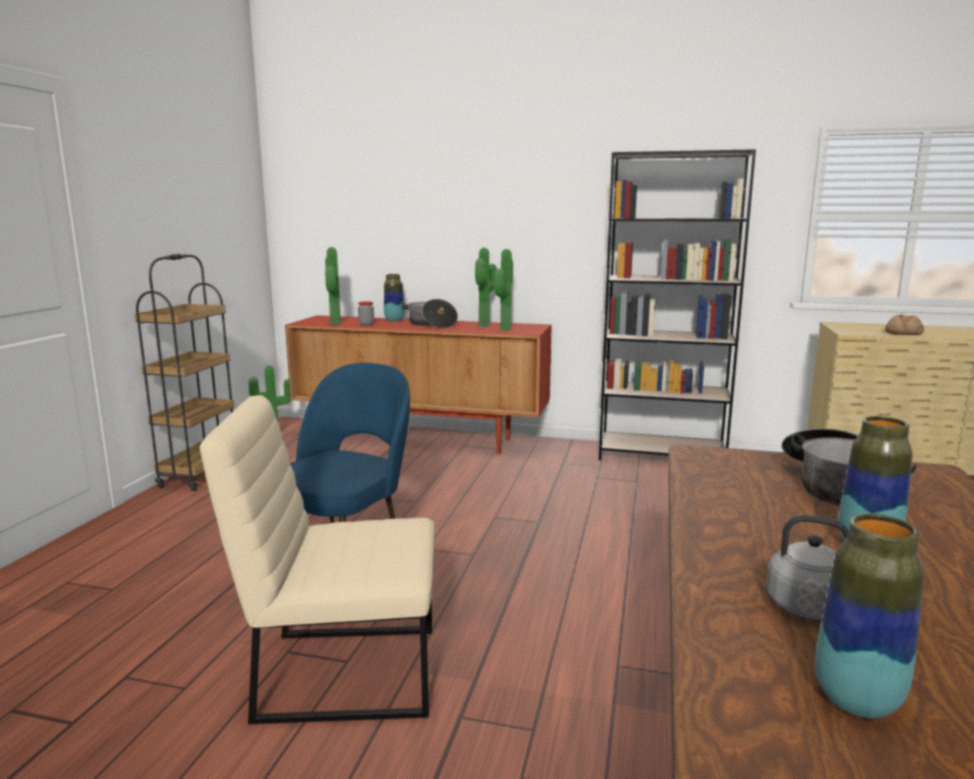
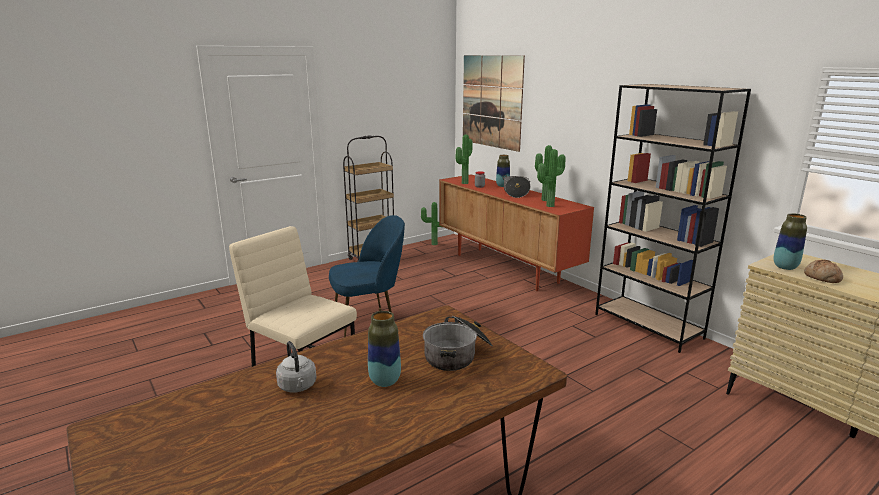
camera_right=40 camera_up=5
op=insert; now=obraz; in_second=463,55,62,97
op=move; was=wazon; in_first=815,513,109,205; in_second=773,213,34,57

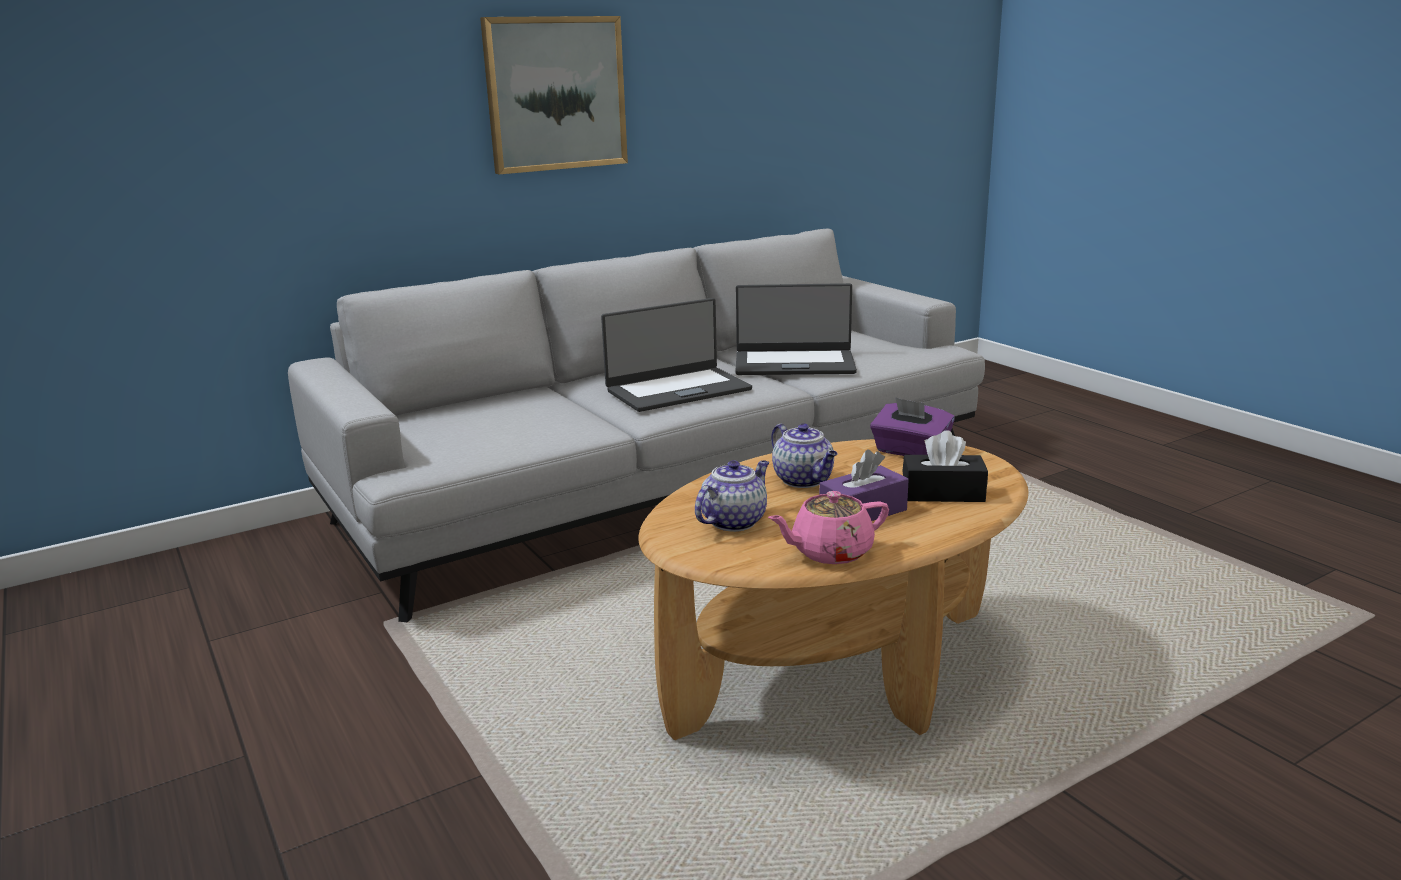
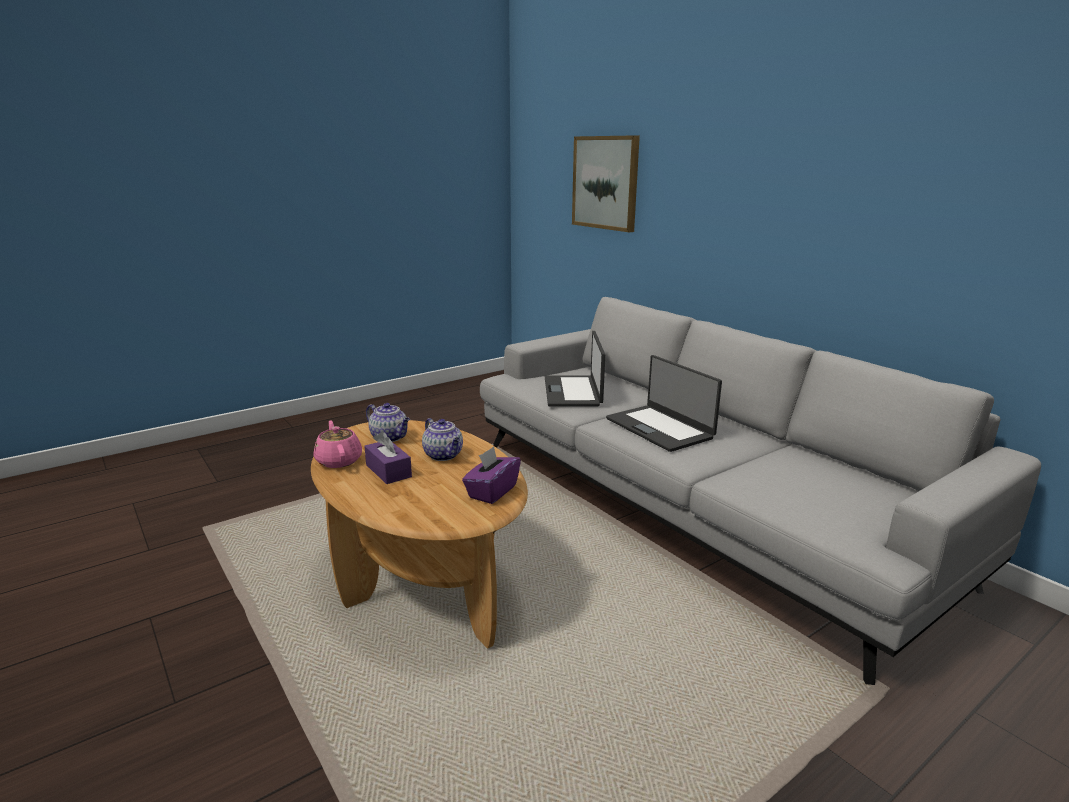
camera_right=85 camera_up=0
op=delete; was=pudełko chusteczek [czarny]; in_first=902,430,86,72
op=move; was=obraz; in_first=480,16,148,158; in_second=572,135,68,97
op=move; was=laptop; in_first=736,283,121,92; in_second=544,331,61,76
op=rotate; was=imbryk; in_first=771,423,67,65; in_second=422,418,41,43; clockwise=-90

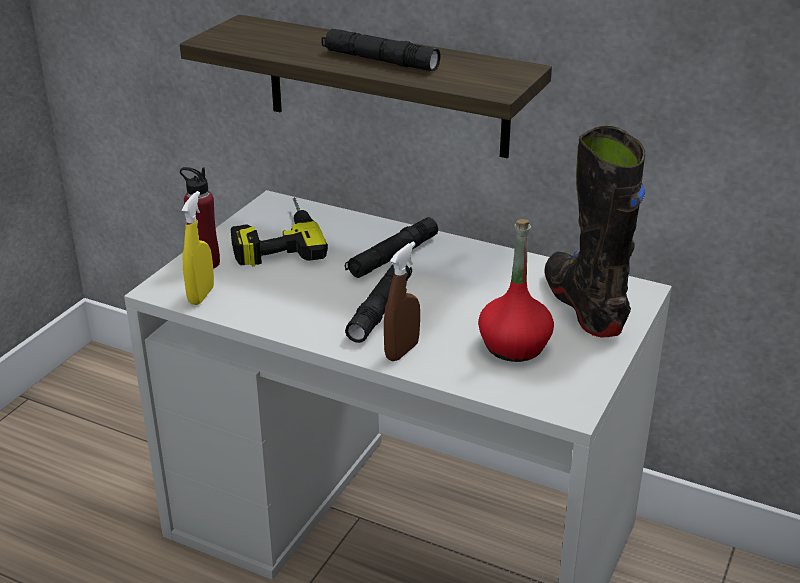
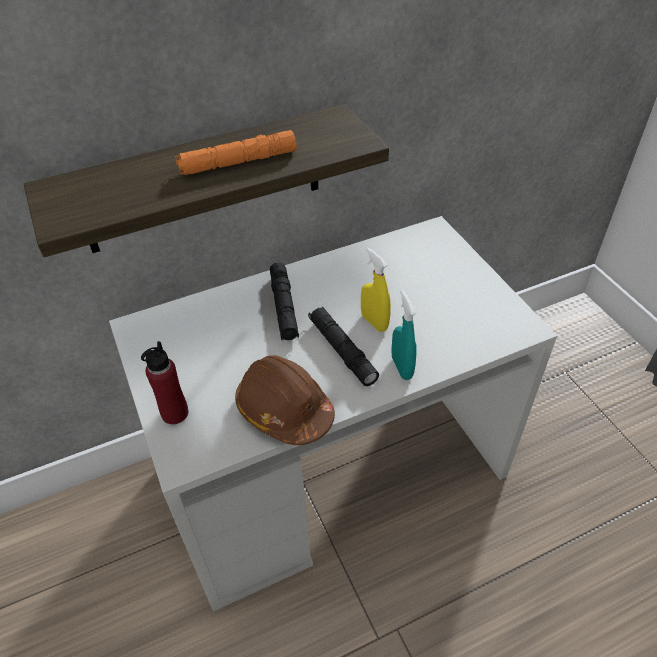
camera_right=-50 camera_up=15
op=delete; was=wiertarka; in_first=231,197,97,70
op=delete; was=butelka [czerwony]; in_first=478,219,76,143
op=delete; was=but z cholewką [czarny]; in_first=545,126,100,211
op=insert; now=kask [brązowy]; in_second=235,355,100,90
op=move; was=spryskiwacz [żółty]; in_first=182,191,32,114; in_second=361,248,30,84
op=recolor; was=latarka [czarny]; now=latarka [pomarańczowy]; in_first=321,29,119,42; in_second=175,130,122,45
op=recolor; was=spryskiwacz [brązowy]; now=spryskiwacz [turkusowy]; in_first=384,242,36,119; in_second=392,290,24,90

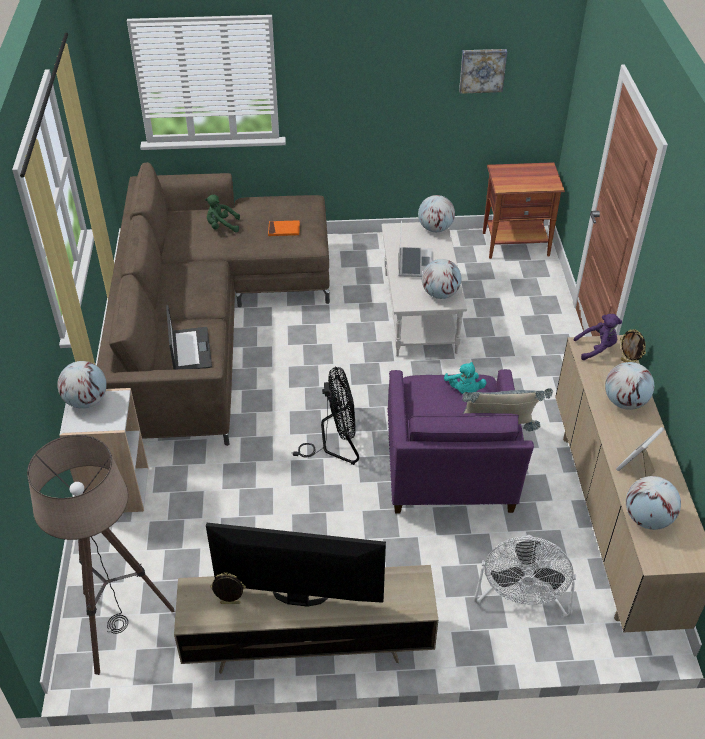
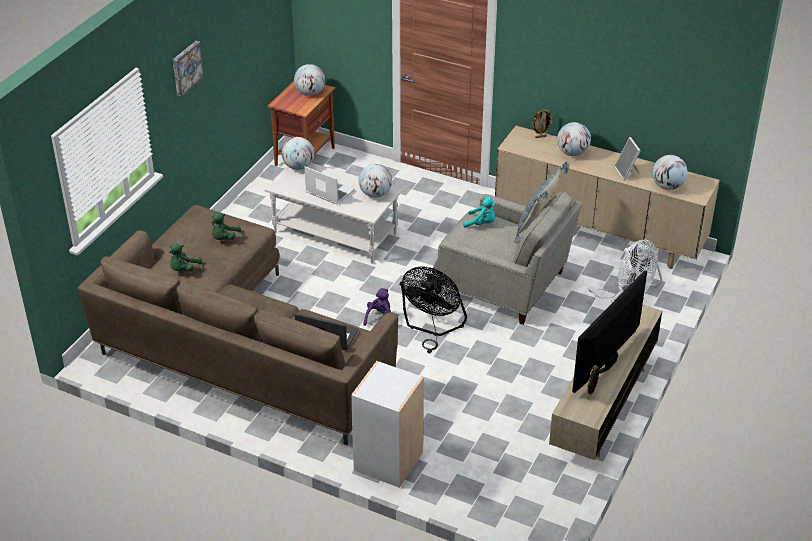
camera_right=-60 camera_up=-5
op=delete; was=lampa stojąca; in_first=27,435,148,240
op=move; was=globus; in_first=57,361,50,48; in_second=294,64,31,32
op=move; was=obraz; in_first=459,49,48,45; in_second=173,41,31,56
op=move; was=pluszak [fioletowy]; in_first=574,314,48,46; in_second=363,288,28,38
op=replace; was=książka [pomarańczowy]; now=pluszak [zielony]; in_first=268,220,32,16; in_second=212,213,29,27
op=recolor; was=fotel [fioletowy]; now=fotel [szary]; in_first=387,369,147,145; in_second=433,191,149,134

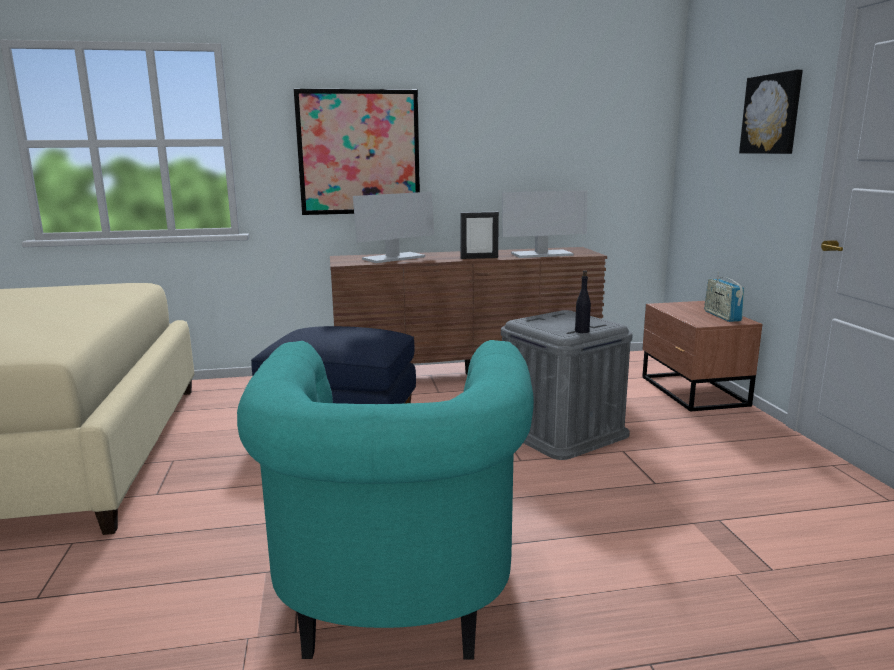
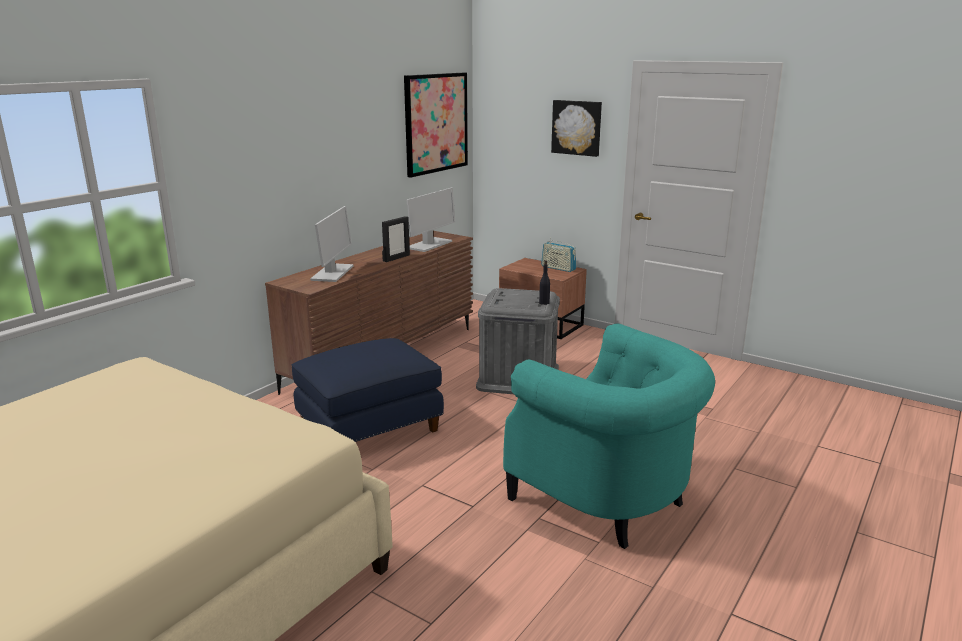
camera_right=-45 camera_up=5
op=move; was=obraz; in_first=294,89,126,126; in_second=404,73,64,105

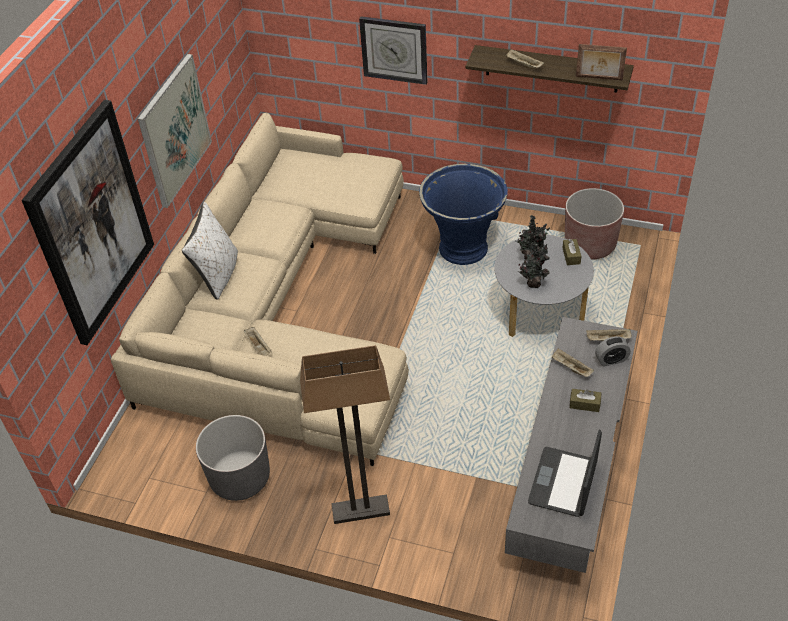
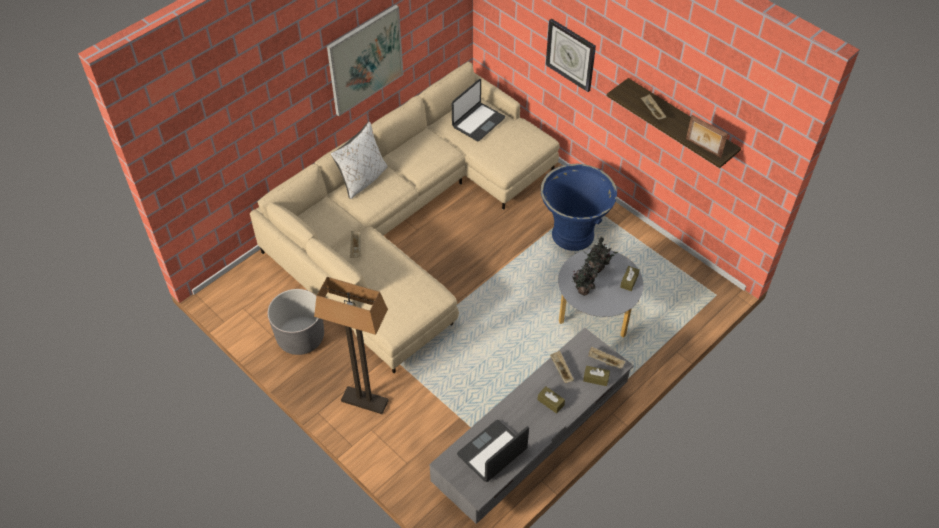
camera_right=25 camera_up=5
op=delete; was=obraz; in_first=22,100,132,245
op=delete; was=donica [brązowy]; in_first=565,188,59,72
op=insert; now=laptop; in_second=452,79,53,62
op=replace; was=budzik; now=pudełko chusteczek [brązowy]; in_first=595,336,36,30; in_second=583,366,27,20

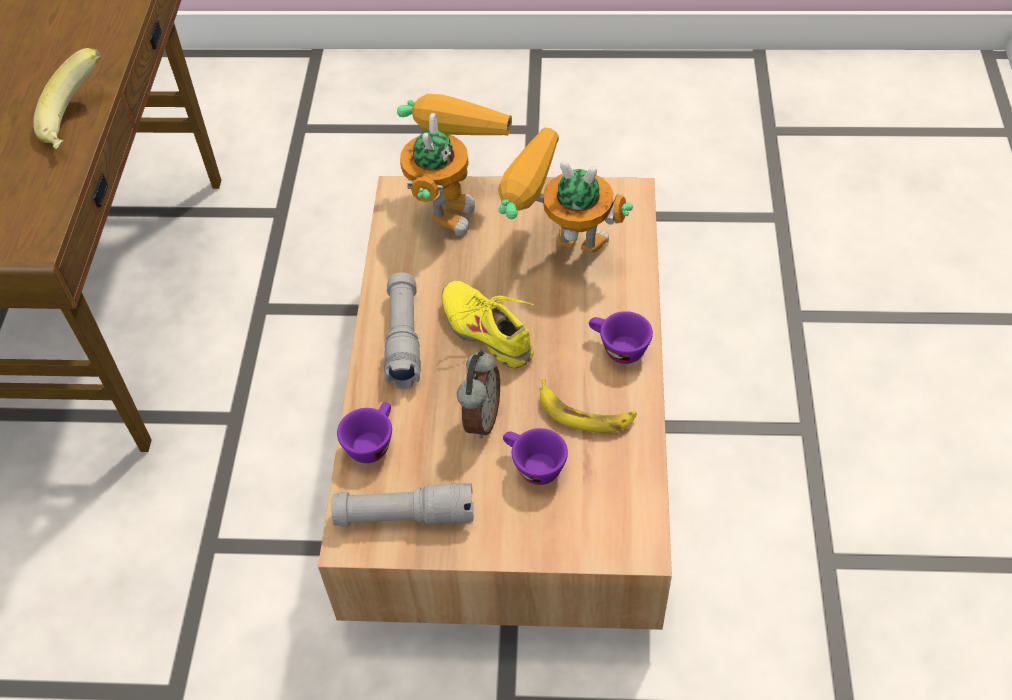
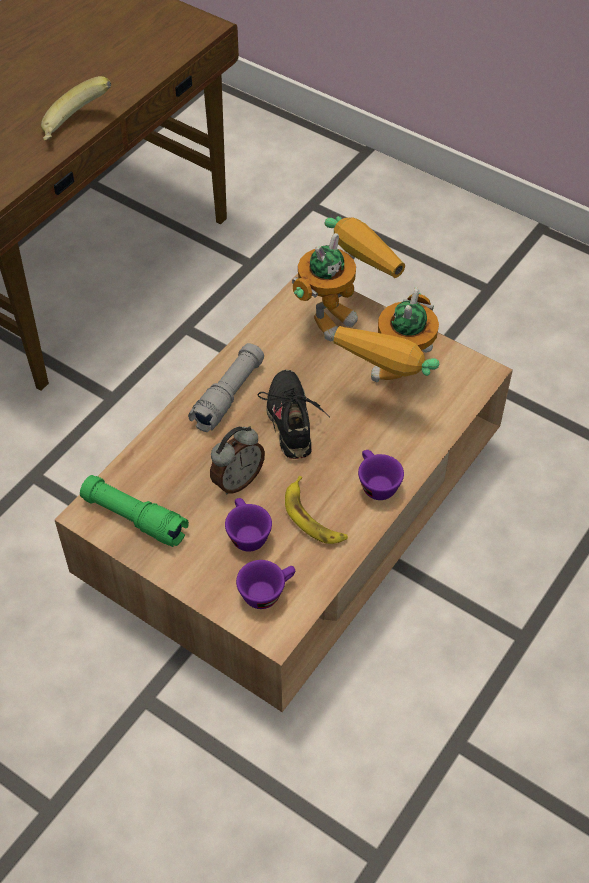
camera_right=30 camera_up=0
op=move; was=filiżanka [fioletowy]; in_first=337,402,55,61; in_second=236,560,59,49
op=recolor; was=latarka [szary]; now=latarka [zielony]; in_first=331,483,143,44; in_second=80,475,109,72
op=recolor; was=but [żółty]; now=but [czarny]; in_first=442,280,92,88; in_second=257,370,73,89
op=rotate; was=robot zabawkowy; in_first=498,128,135,125; in_second=333,287,106,95; clockwise=-120

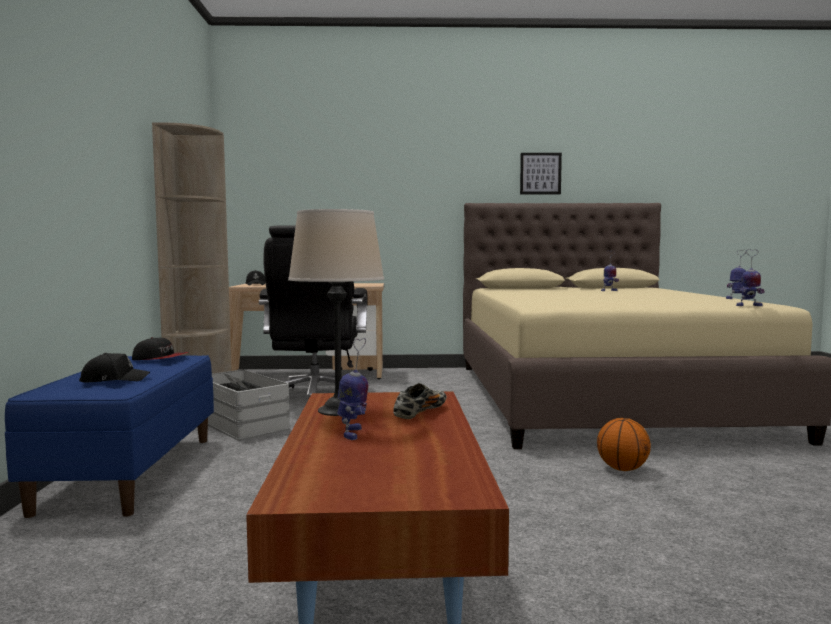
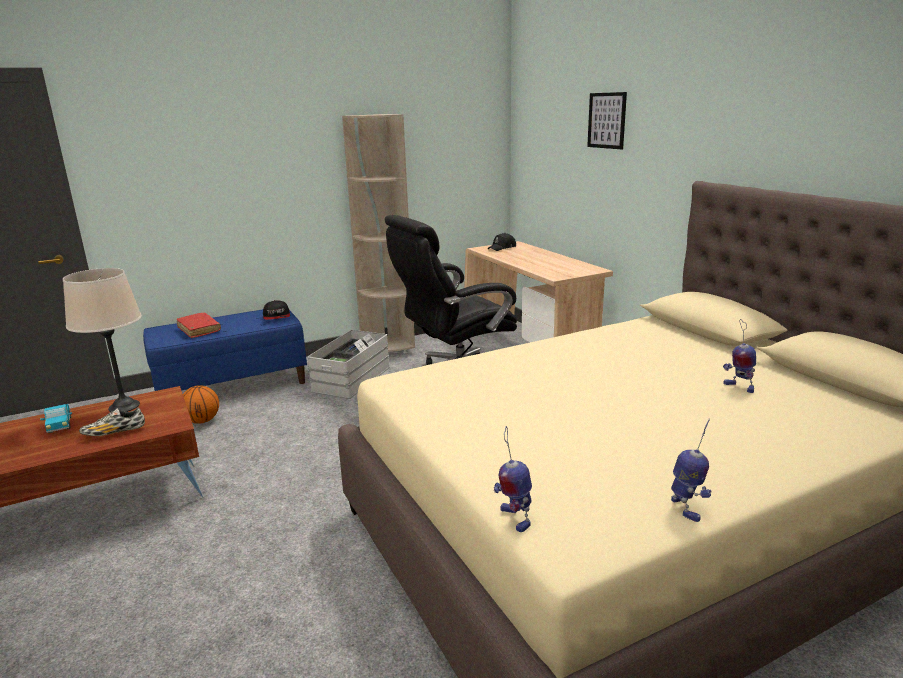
camera_right=65 camera_up=15
op=move; was=obraz; in_first=520,153,42,41; in_second=587,92,40,57
op=move; was=piłka do koszykówki; in_first=597,418,54,53; in_second=183,386,36,37
op=replace; was=czapka z daszkiem [czarny]; now=książka [czerwony]; in_first=79,353,71,29; in_second=177,313,44,25
op=replace; was=robot zabawkowy; now=ciężarówka zabawkowa; in_first=337,338,31,102; in_second=40,404,32,29
op=rotate; was=but; in_first=393,383,54,36; in_second=79,407,66,29; clockwise=150

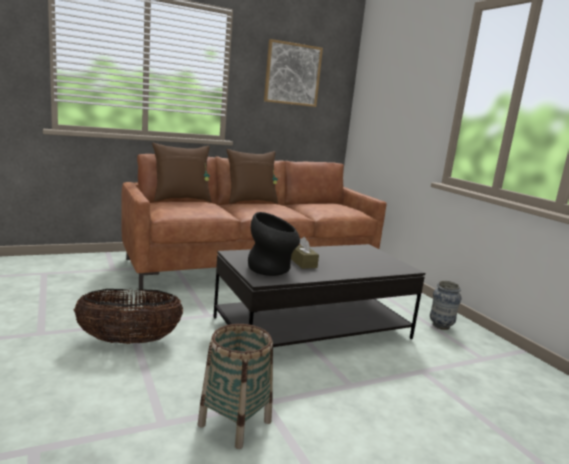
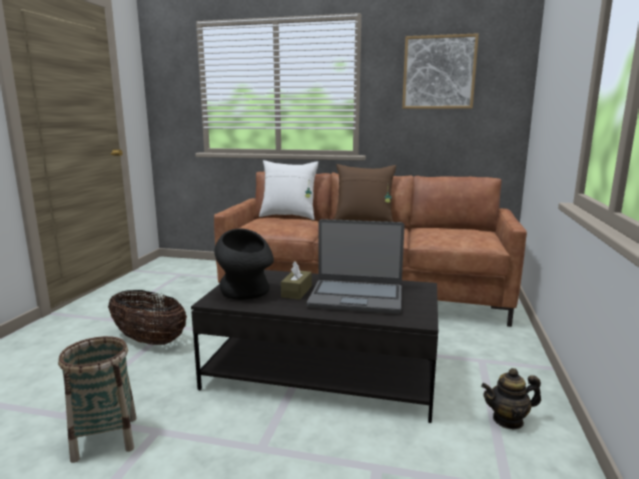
camera_right=40 camera_up=0
op=insert; now=laptop; in_second=307,219,98,95
op=replace; was=wazon; now=imbryk; in_first=430,281,32,49; in_second=481,368,60,61
op=recolor; was=poduszka [brązowy]; now=poduszka [biały]; in_first=152,143,59,59; in_second=259,160,59,60

